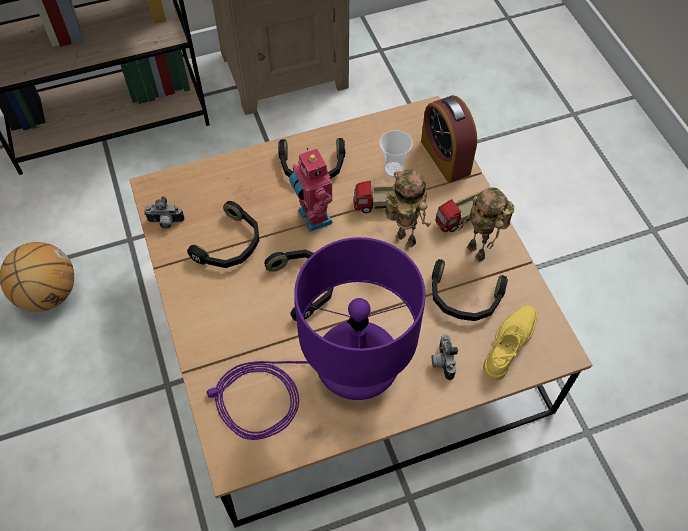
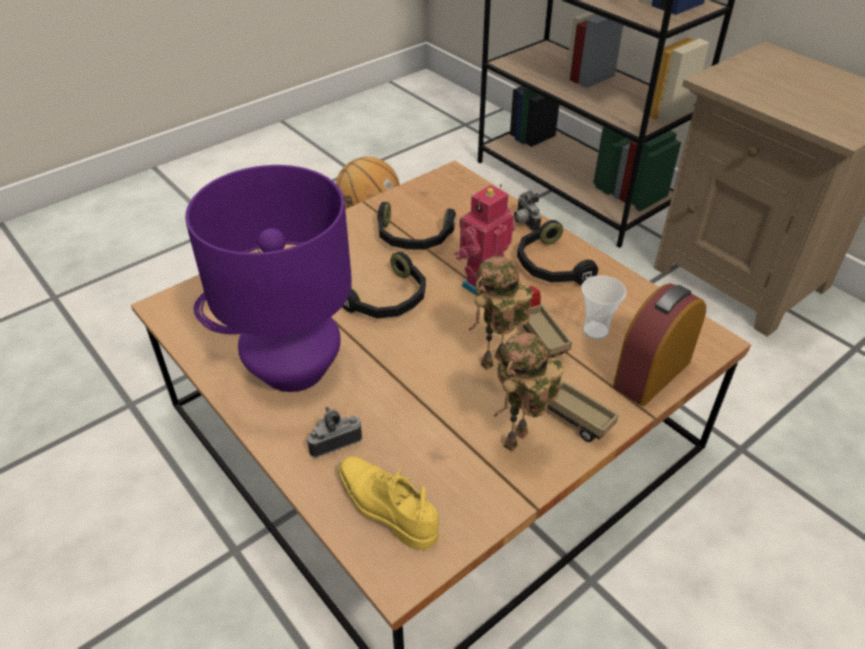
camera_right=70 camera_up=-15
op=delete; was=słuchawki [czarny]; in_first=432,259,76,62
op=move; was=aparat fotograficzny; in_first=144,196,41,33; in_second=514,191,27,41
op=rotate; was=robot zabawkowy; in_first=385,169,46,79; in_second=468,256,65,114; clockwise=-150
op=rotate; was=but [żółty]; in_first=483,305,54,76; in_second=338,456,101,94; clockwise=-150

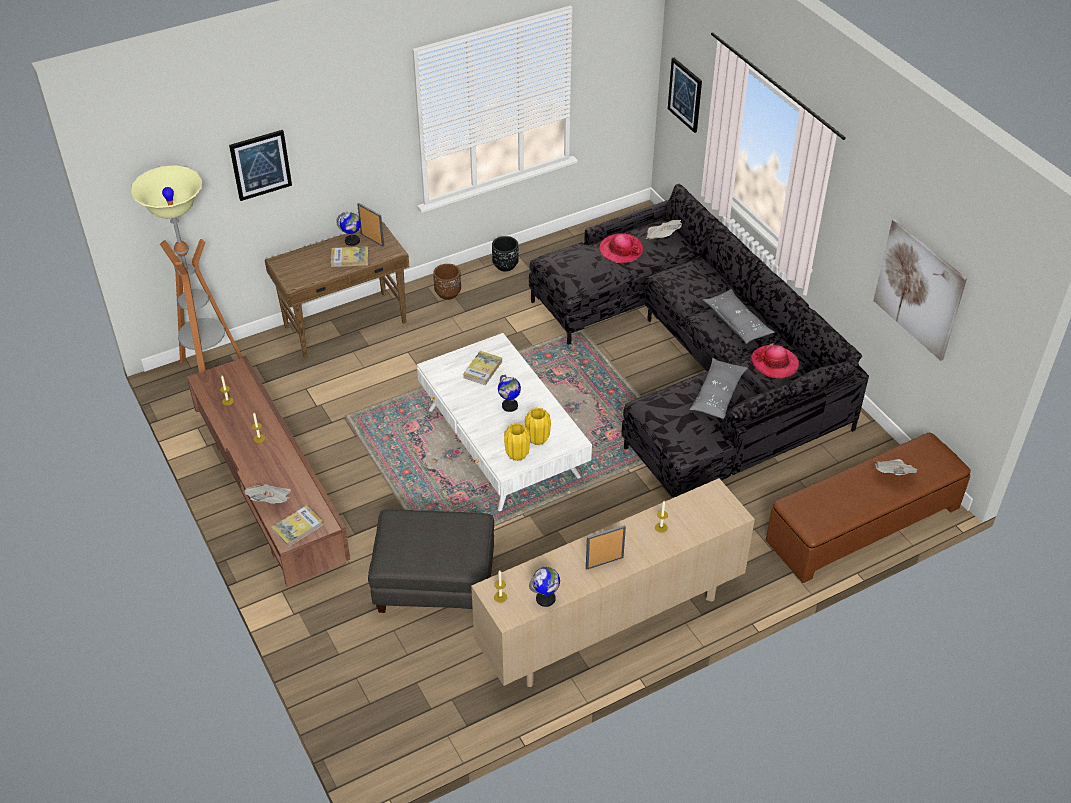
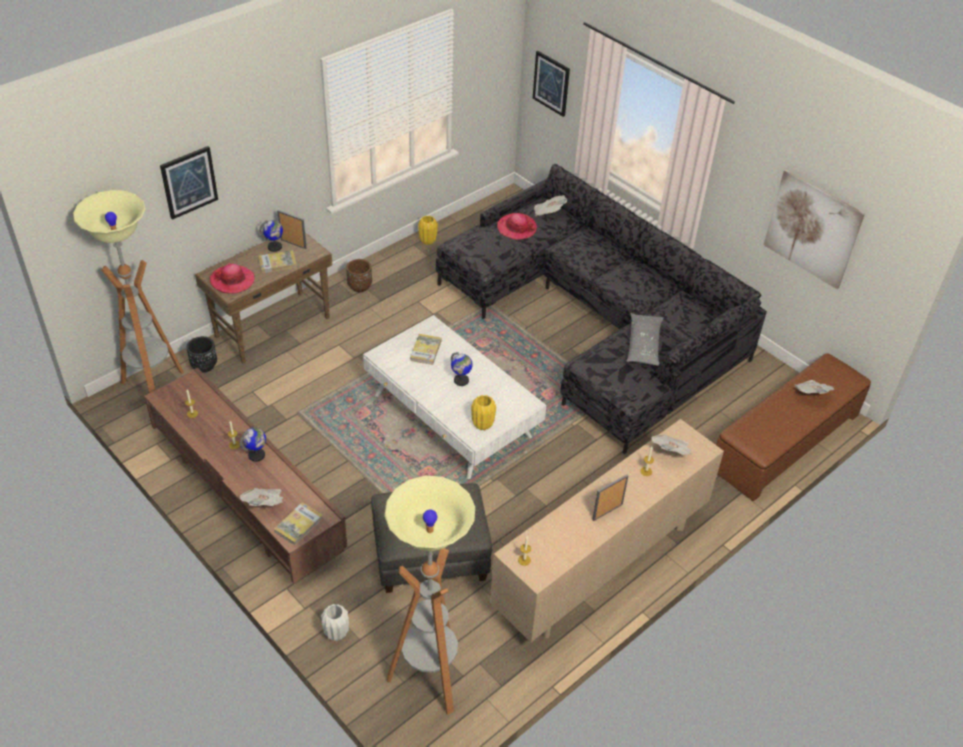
camera_right=-15 camera_up=0
op=delete; was=poduszka [szary]; in_first=703,289,72,55
op=insert; now=wazon [biały]; in_second=321,604,28,37
op=insert; now=lampa stojąca; in_second=384,476,91,239
op=insert; now=gazeta; in_second=651,434,40,21
op=move; was=donica [czarny]; in_first=492,236,27,36; in_second=187,336,30,37
op=move; was=wazon [żółty]; in_first=525,407,26,38; in_second=418,216,20,29
op=move; was=globus; in_first=529,567,31,40; in_second=240,427,26,35
op=move; was=kapelusz; in_first=751,343,48,36; in_second=209,263,46,30

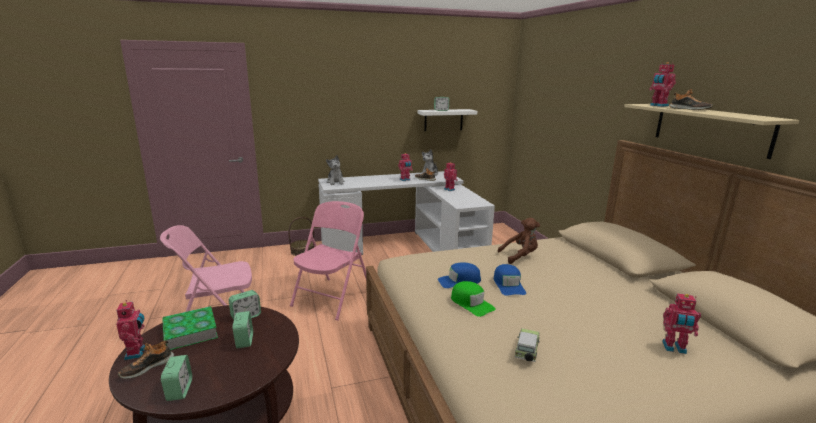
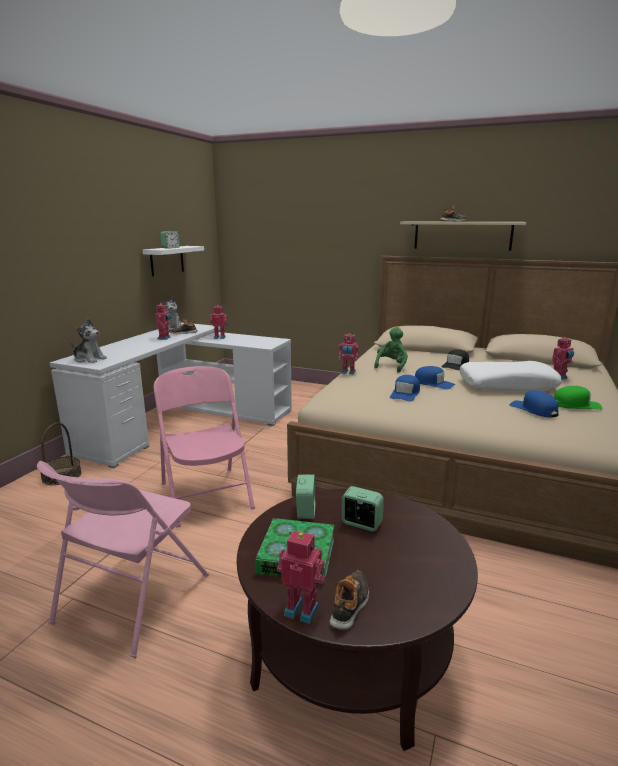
camera_right=-50 camera_up=0
op=delete; was=budzik; in_first=161,355,31,46
op=insert; now=czapka z daszkiem [czarny]; in_second=442,349,27,21
op=insert; now=poduszka [biały]; in_second=460,361,102,31
op=move; was=czapka z daszkiem [zielony]; in_first=451,281,45,36; in_second=554,386,49,24
op=move; was=robot zabawkowy; in_first=649,62,27,45; in_second=339,333,20,41
op=replace; was=samochodzik; now=czapka z daszkiem [niebieski]; in_first=515,328,25,34; in_second=509,390,50,28
op=recolor; was=pluszak [brązowy]; now=pluszak [zielony]; in_first=498,218,42,46; in_second=374,327,34,46
op=rotate; was=but; in_first=118,340,56,39; in_second=330,571,39,59; clockwise=-150

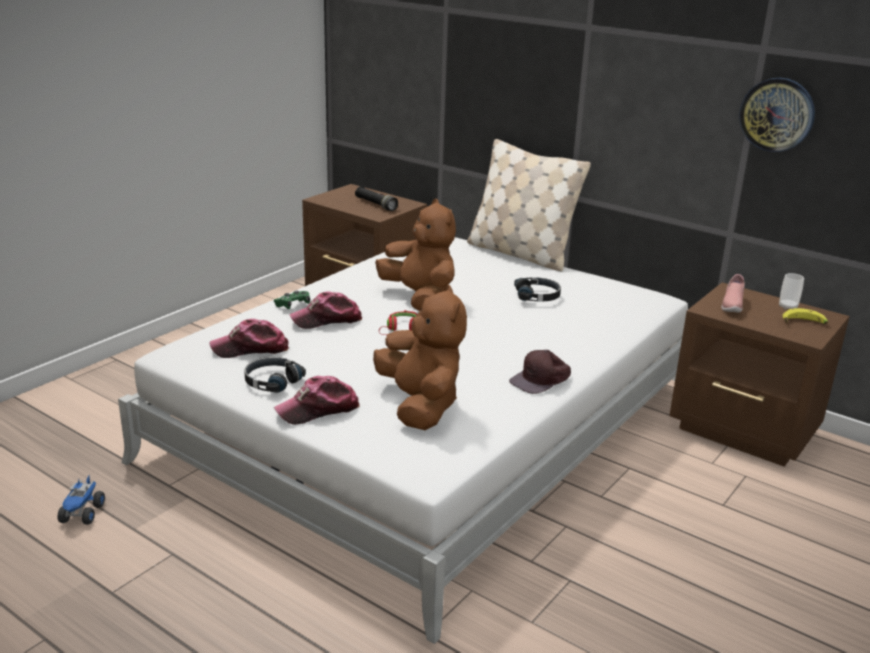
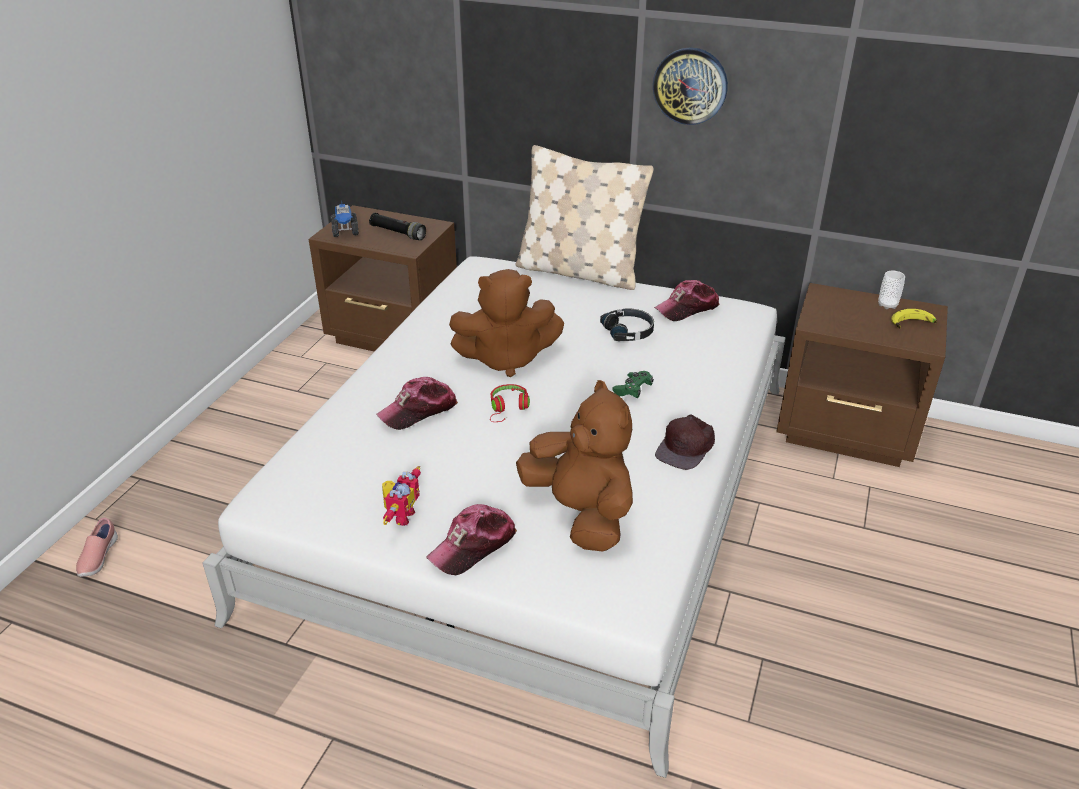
camera_right=-15 camera_up=10
op=move; was=ciężarówka zabawkowa; in_first=57,476,48,49; in_second=331,200,28,37
op=move; was=czapka z daszkiem; in_first=209,319,80,39; in_second=654,280,66,41
op=move; was=pad do gier [zielony]; in_first=273,290,37,19; in_second=612,371,42,27
op=move; was=but [różowy]; in_first=721,274,24,39; in_second=76,518,42,59
op=move; was=zegar ścienny; in_first=739,78,76,74; in_second=653,47,75,78
op=replace; was=słuchawki [czarny]; now=robot zabawkowy; in_first=244,357,62,36; in_second=382,466,39,60
op=rotate; was=pluszak [brązowy]; in_first=375,199,81,112; in_second=449,269,115,108; clockwise=135

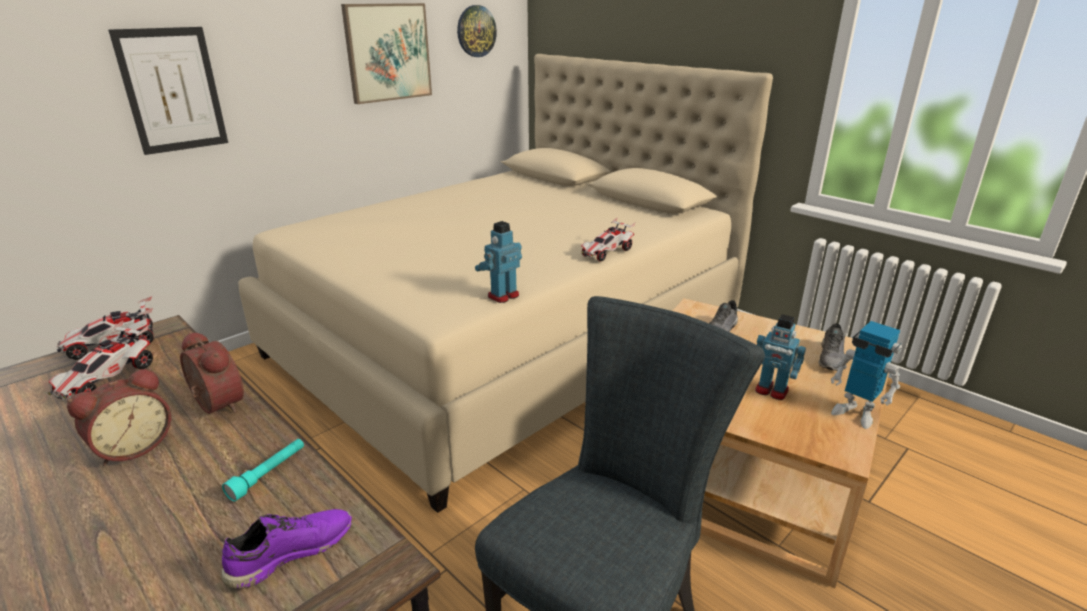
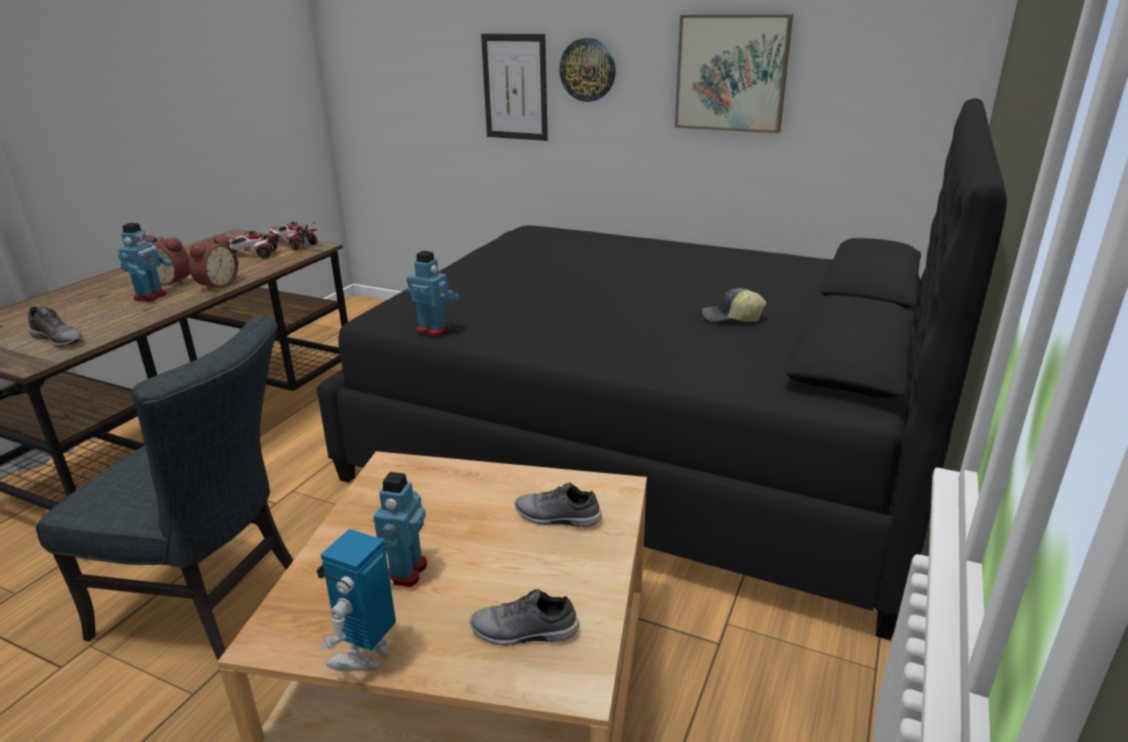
camera_right=70 camera_up=0
op=delete; was=latarka [turkusowy]; in_first=222,439,82,62
op=delete; was=samochodzik; in_first=581,218,54,43
op=insert; now=robot zabawkowy; in_second=118,223,54,79
op=insert; now=czapka z daszkiem; in_second=702,288,64,34
op=move; was=zegar ścienny; in_first=457,5,40,52; in_second=559,38,57,64
op=recolor; was=but [fioletowy]; now=but [szary]; in_first=221,509,131,80; in_second=28,307,56,40
op=recolor; was=łóżko [beżowy]; now=łóżko [czarny]; in_first=238,54,535,459; in_second=316,98,691,542

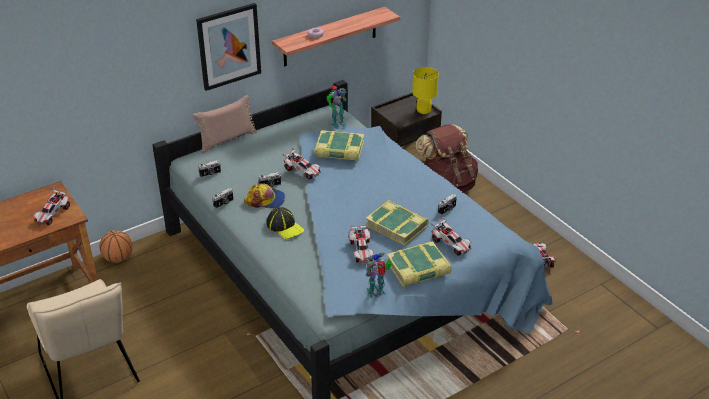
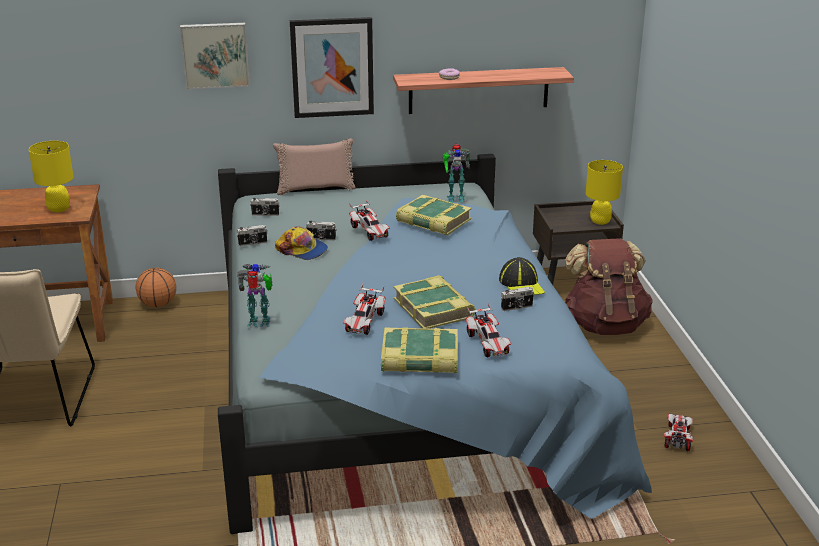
camera_right=25 camera_up=-10
op=insert; now=obraz; in_second=180,23,70,66
op=move; was=czapka z daszkiem; in_first=267,207,37,32; in_second=499,257,46,38
op=move; was=robot zabawkowy; in_first=365,253,26,46; in_second=237,264,36,63
op=replace; was=samochodzik; now=lampa stołowa [żółty]; in_first=33,186,37,39; in_second=29,141,45,71

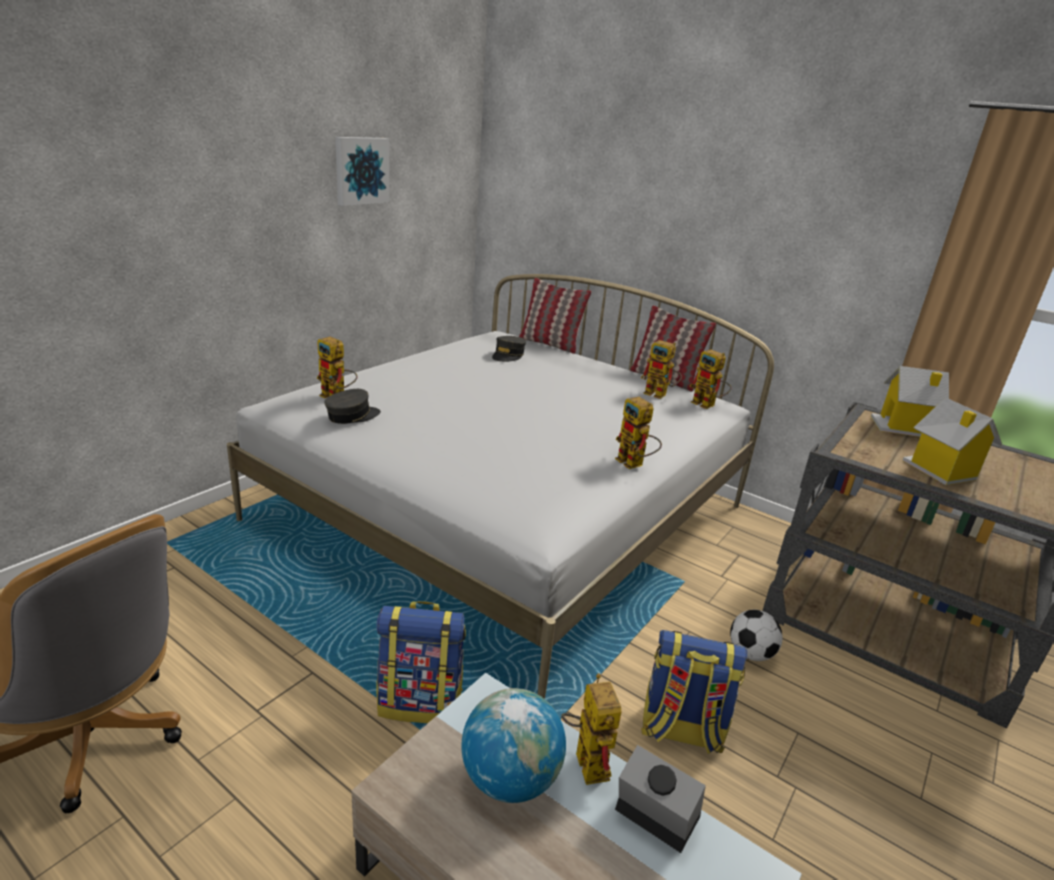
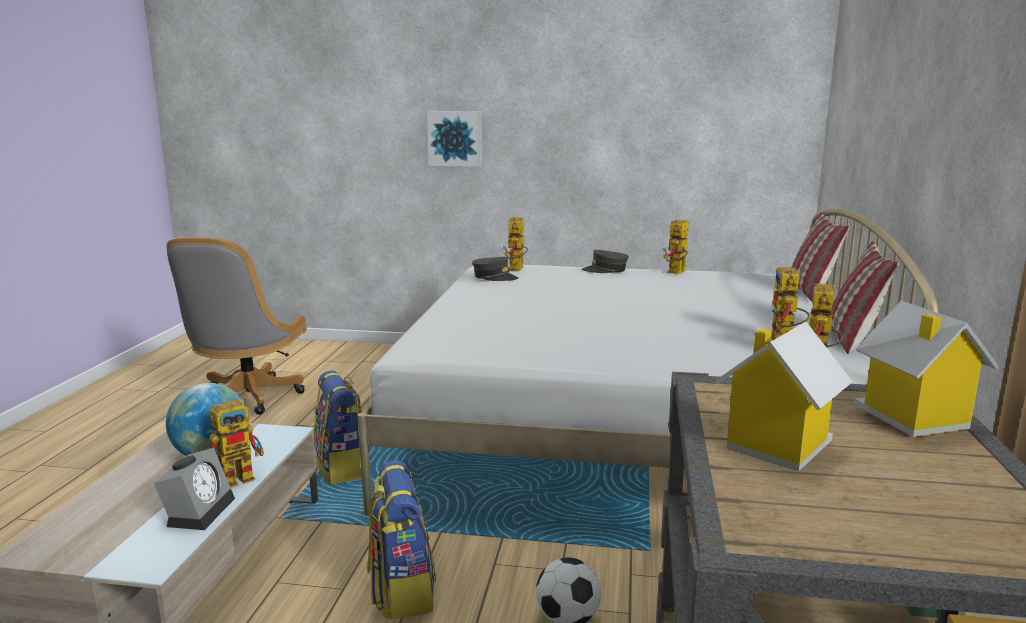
camera_right=65 camera_up=-10
op=move; was=obraz; in_first=335,137,54,69; in_second=427,111,55,56
op=move; was=czapka z daszkiem [szary]; in_first=492,336,34,26; in_second=582,250,47,23
op=move; was=robot zabawkowy; in_first=615,397,47,72; in_second=663,219,26,55

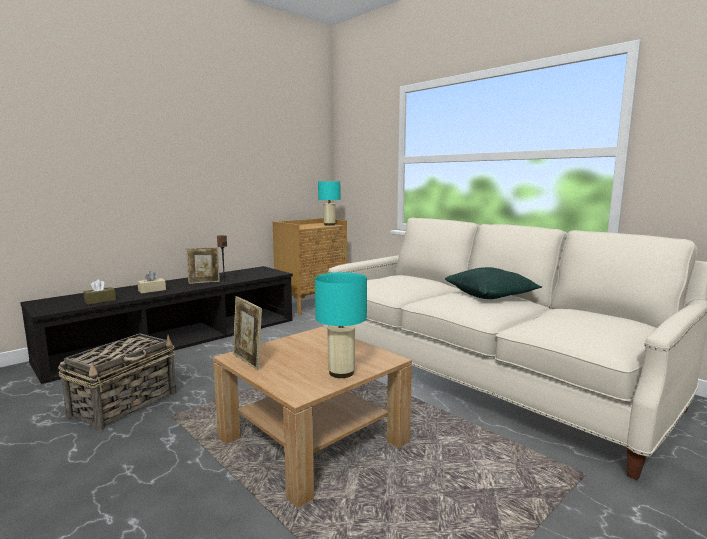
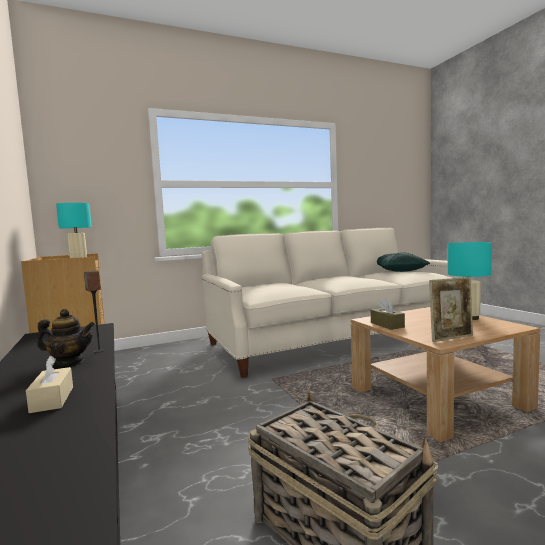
camera_right=-70 camera_up=-5
op=move; was=pudełko chusteczek [brązowy]; in_first=83,279,33,26; in_second=371,298,34,32
op=move; was=poduszka [zielony]; in_first=445,267,97,32; in_second=377,253,53,19
op=replace; was=ramka na zdjęcie; now=imbryk; in_first=187,247,33,37; in_second=37,309,58,57

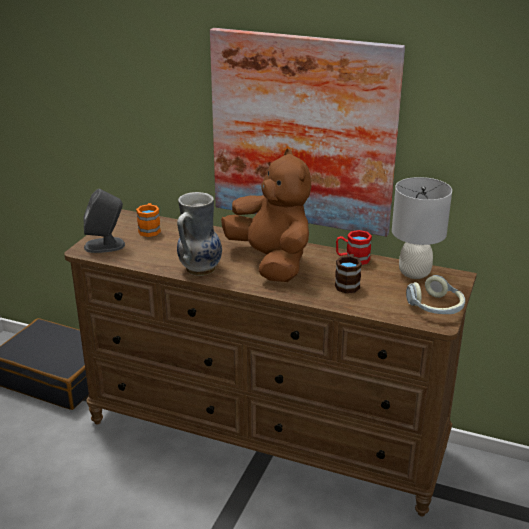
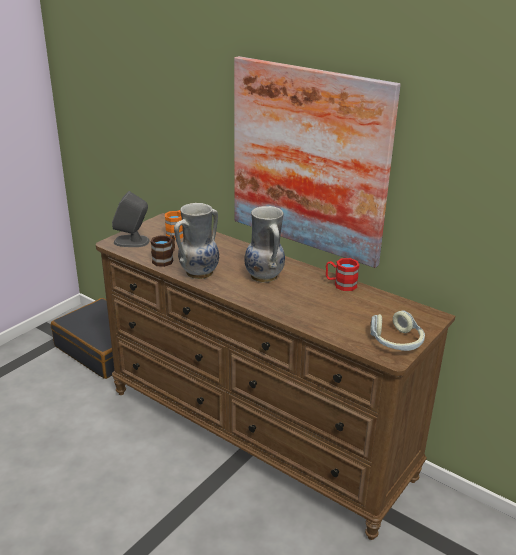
camera_right=15 camera_up=0
op=delete; was=lampa stołowa [szary]; in_first=392,177,60,102
op=move; was=kubek [brązowy]; in_first=335,254,27,39; in_second=151,235,24,32
op=replace; was=pluszak [brązowy]; now=wazon; in_first=221,149,90,133; in_second=244,206,41,77

